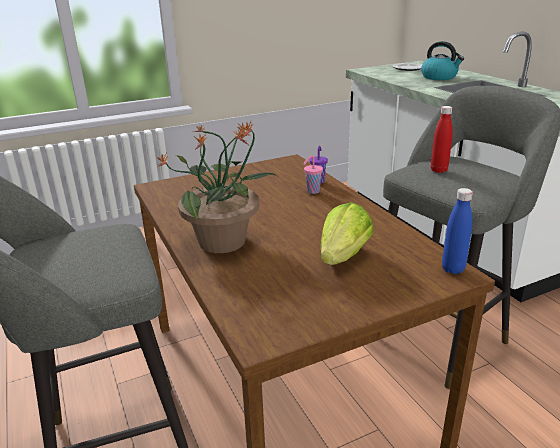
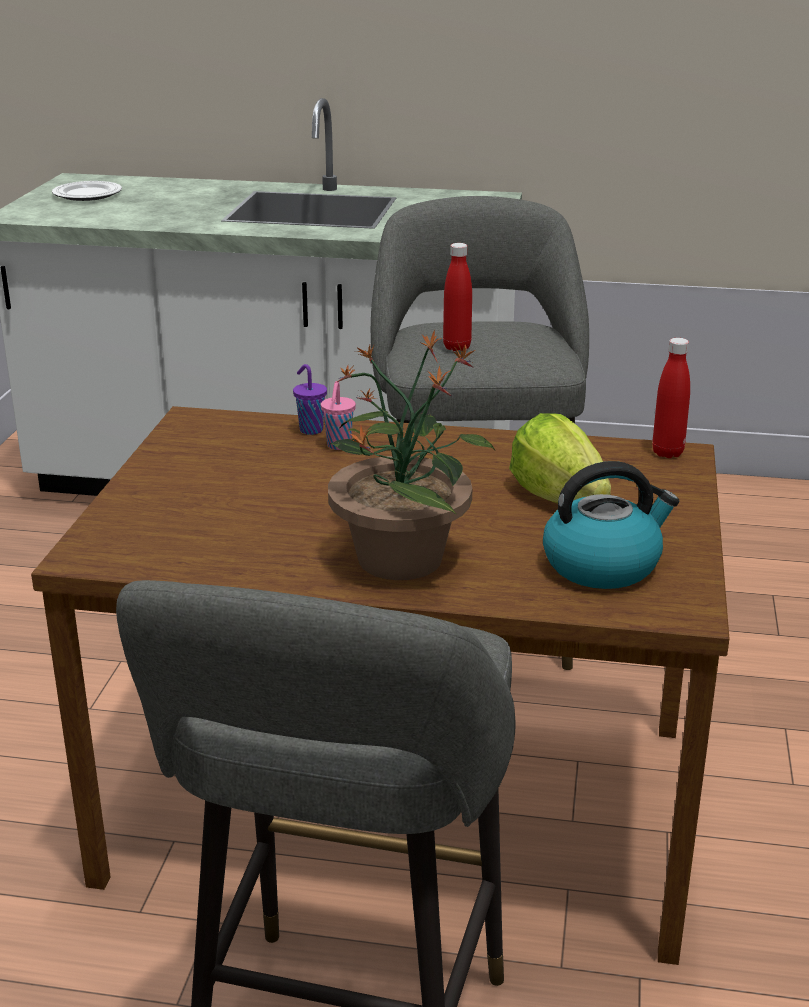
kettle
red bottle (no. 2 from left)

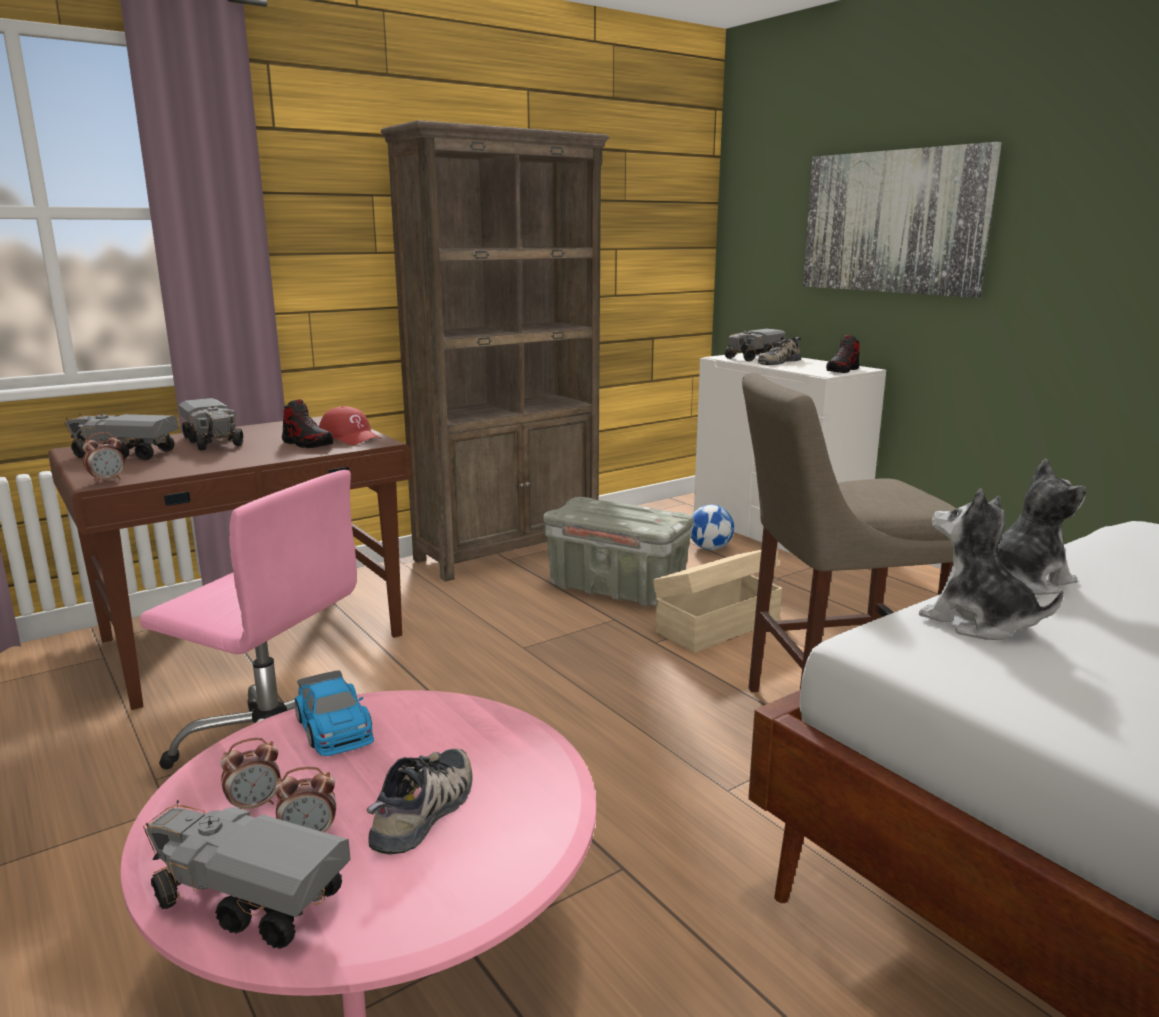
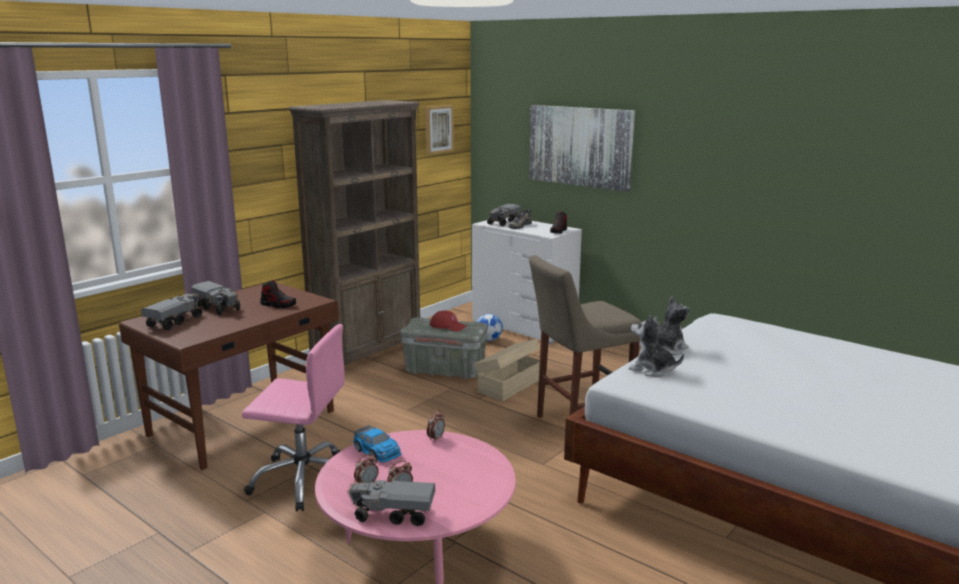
toy truck (no. 1 from left)
picture (no. 1 from left)
alarm clock (no. 3 from left)
red cap
shoe (no. 2 from left in the first image)

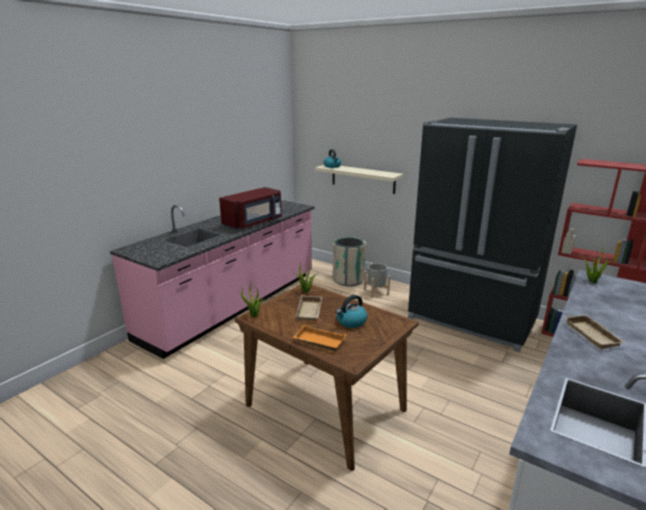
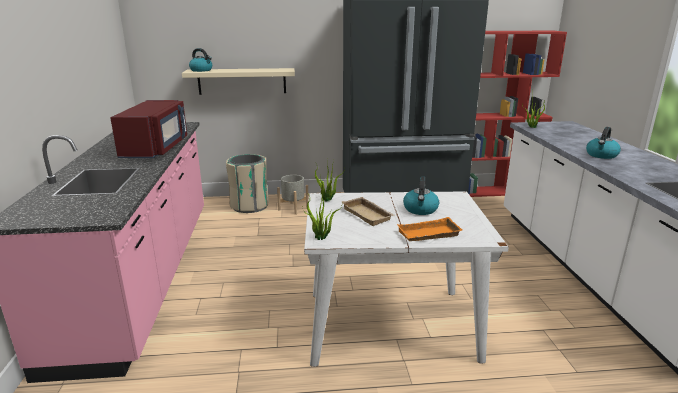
white dining table
kettle (no. 3 from left)

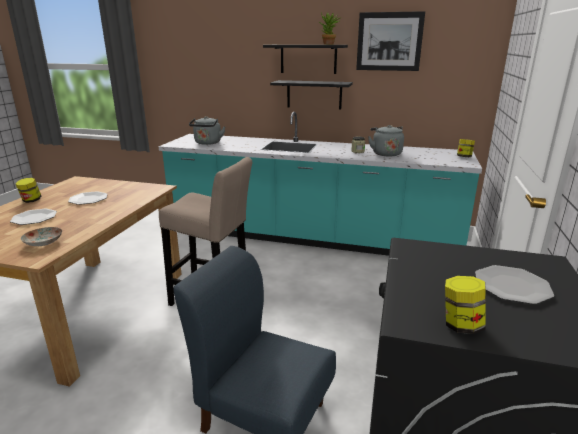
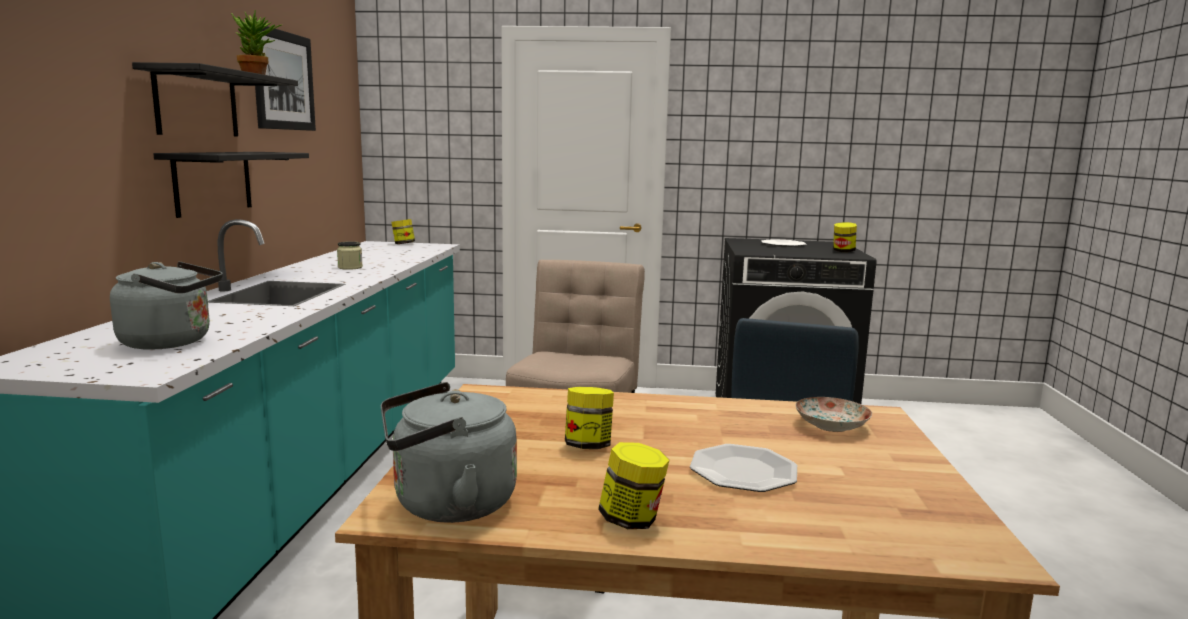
grey kettle (no. 2 from left)
jar (no. 3 from left)

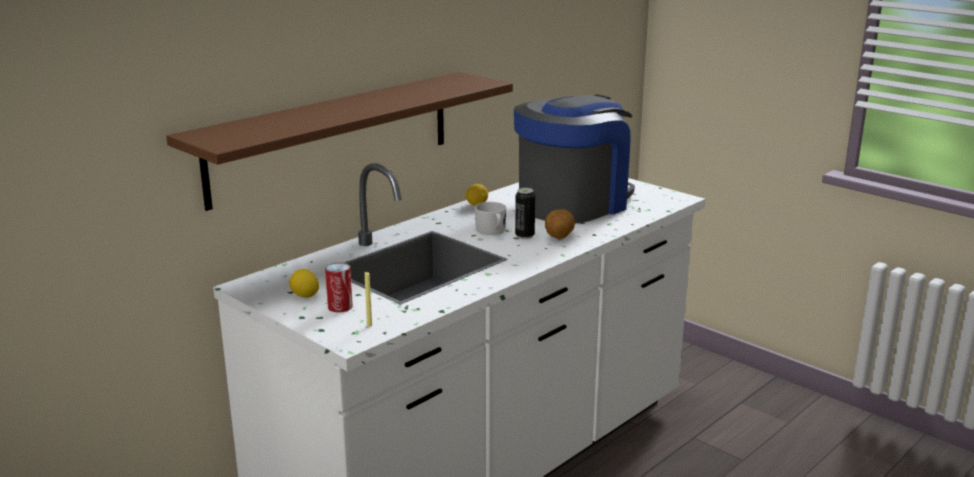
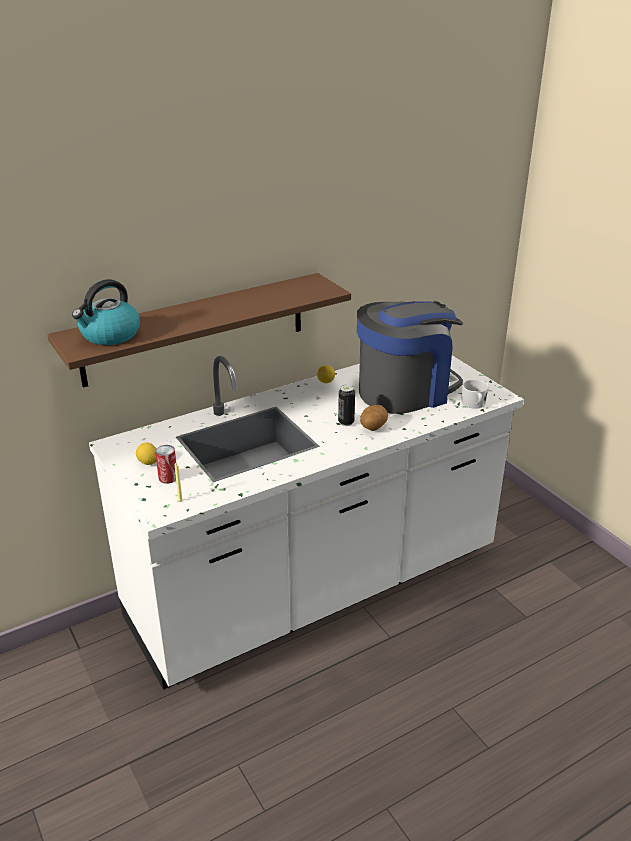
kettle
white mug

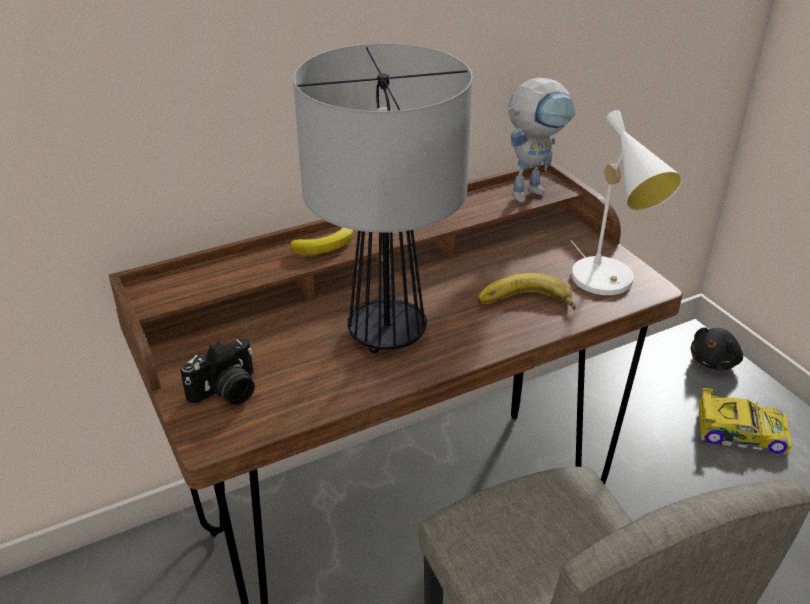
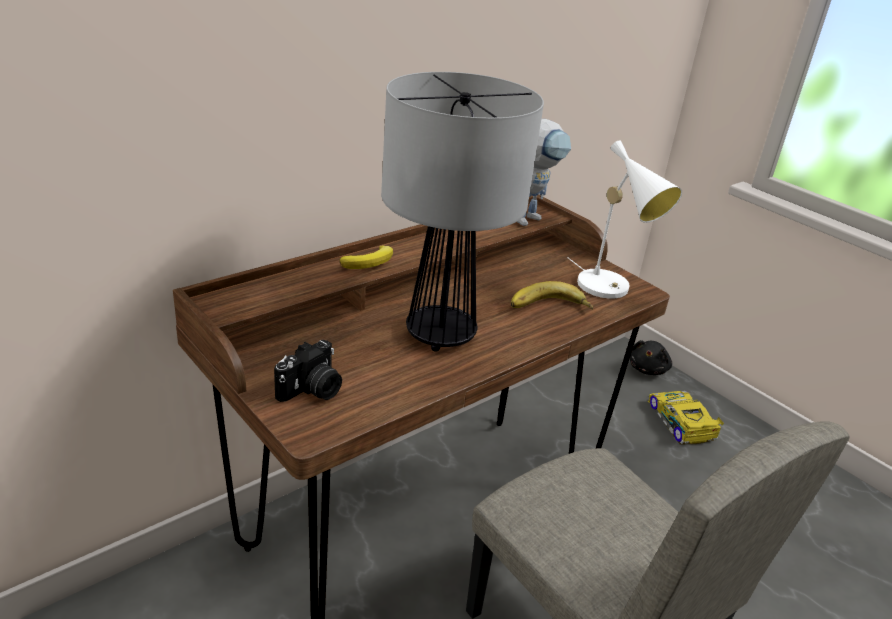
toy car

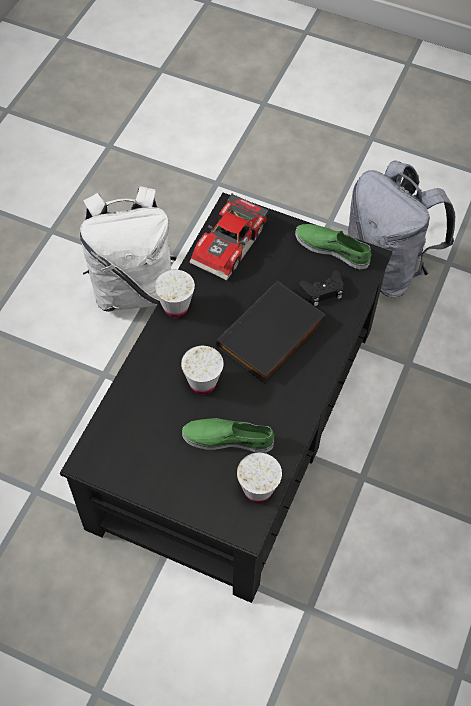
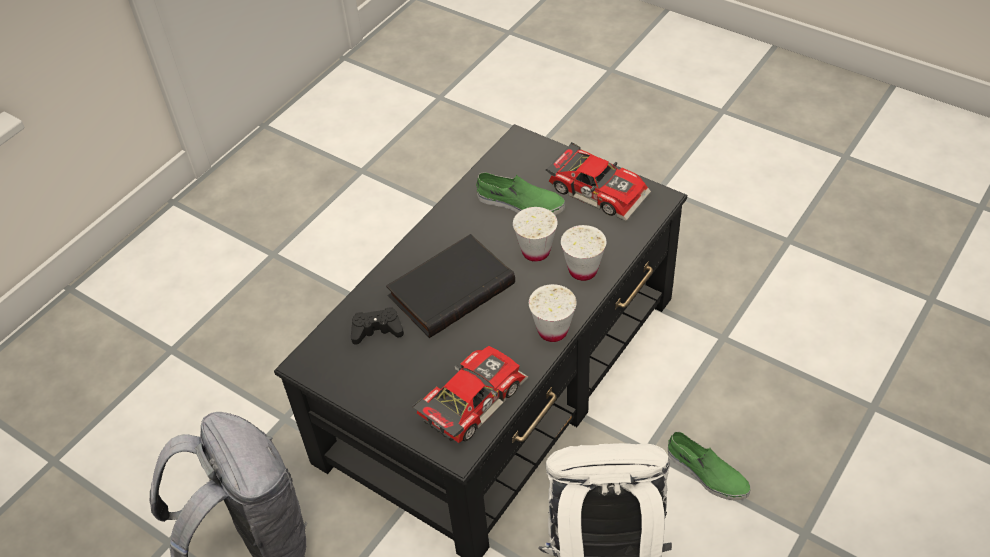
toy car (no. 2 from left)
white cup (no. 3 from left)
green shoe (no. 2 from left)

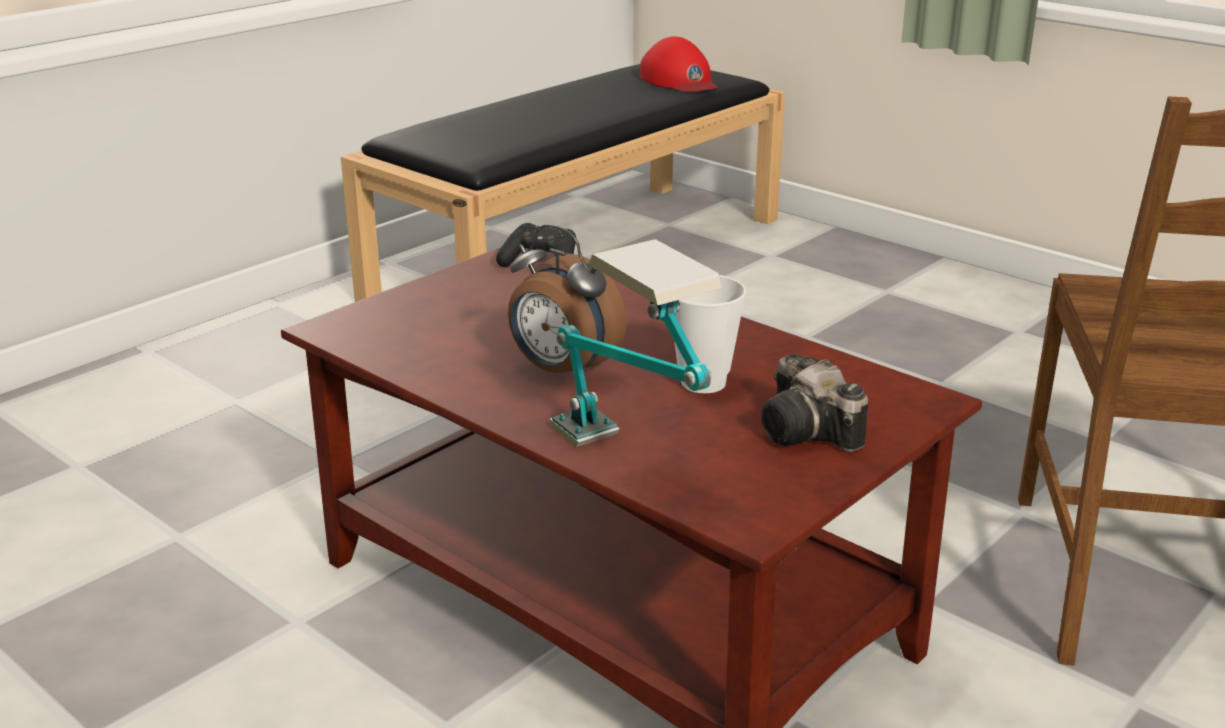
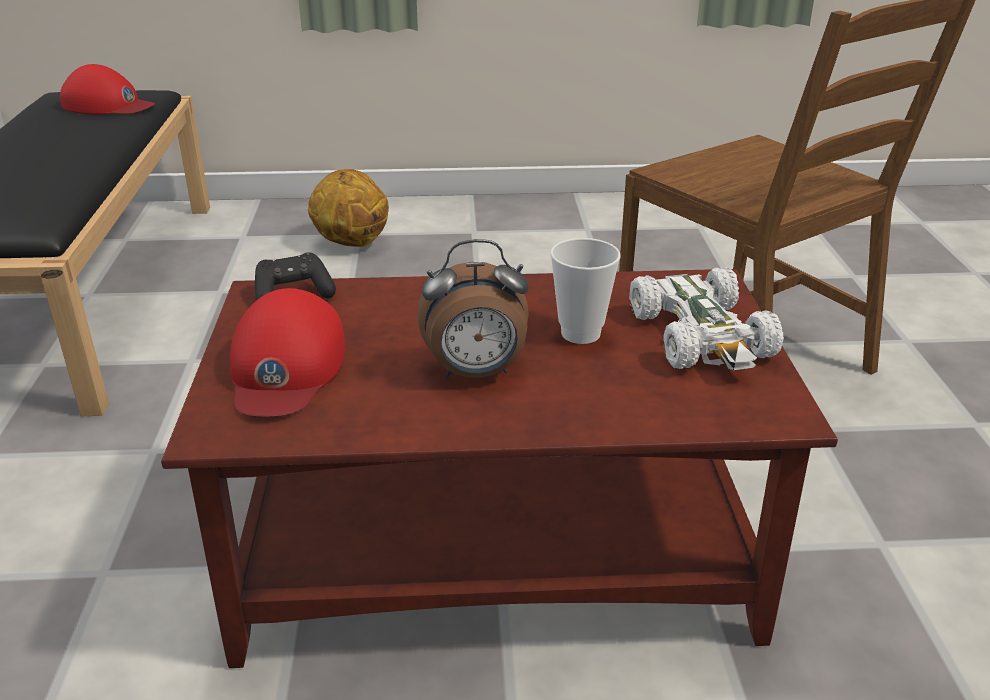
red cap (no. 2 from left)
basketball
white toy car
table lamp

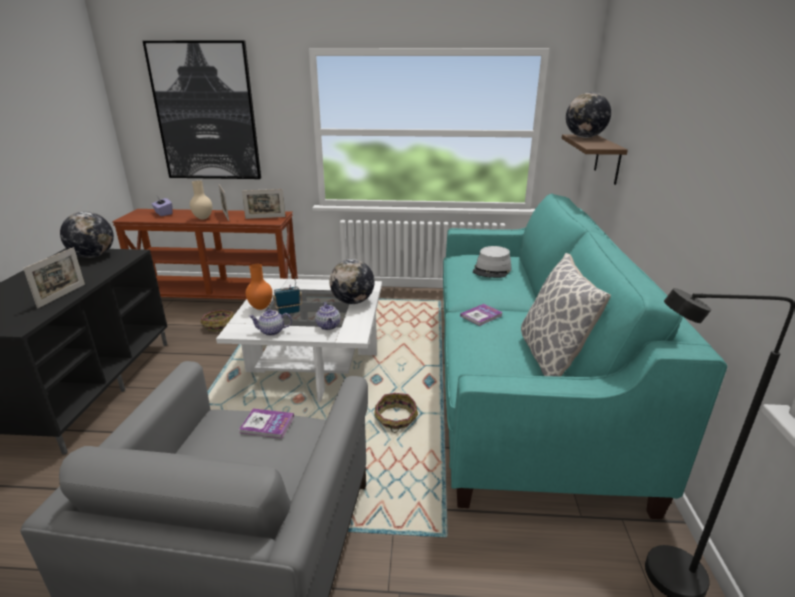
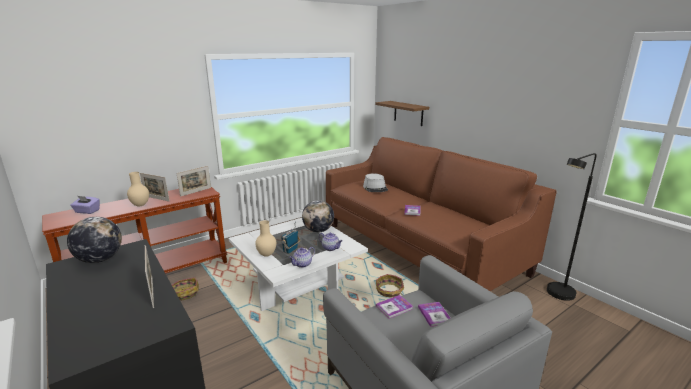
beige vase (no. 2 from left)
brown sofa
book (no. 3 from left)
picture
pillow
globe (no. 3 from left in the first image)

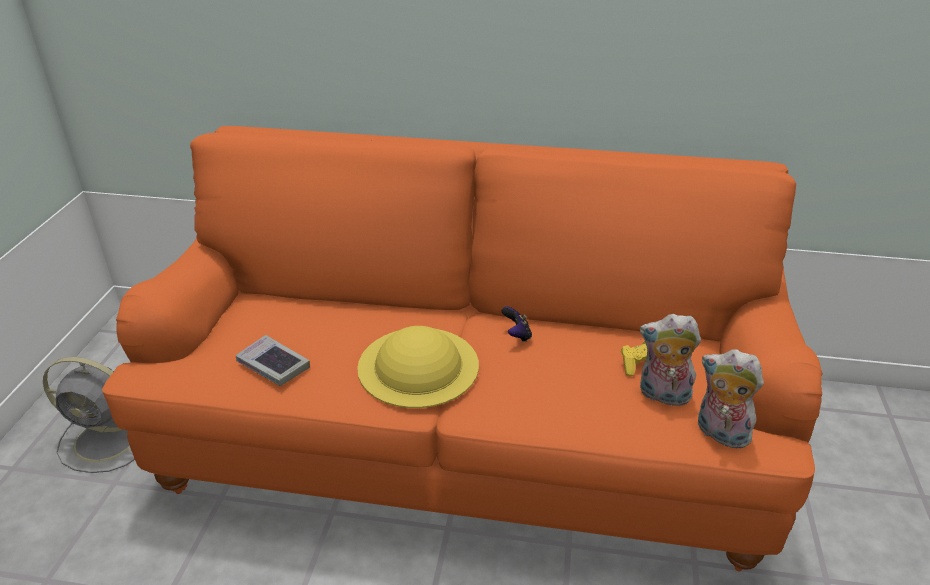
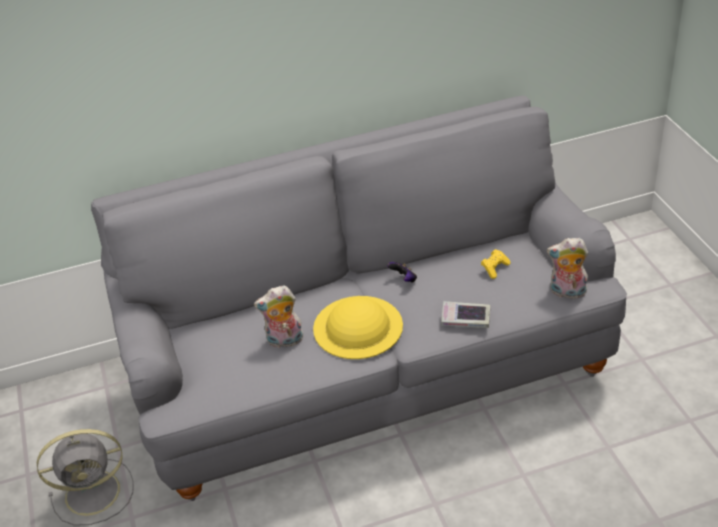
grey sofa
plush toy (no. 1 from left)
book

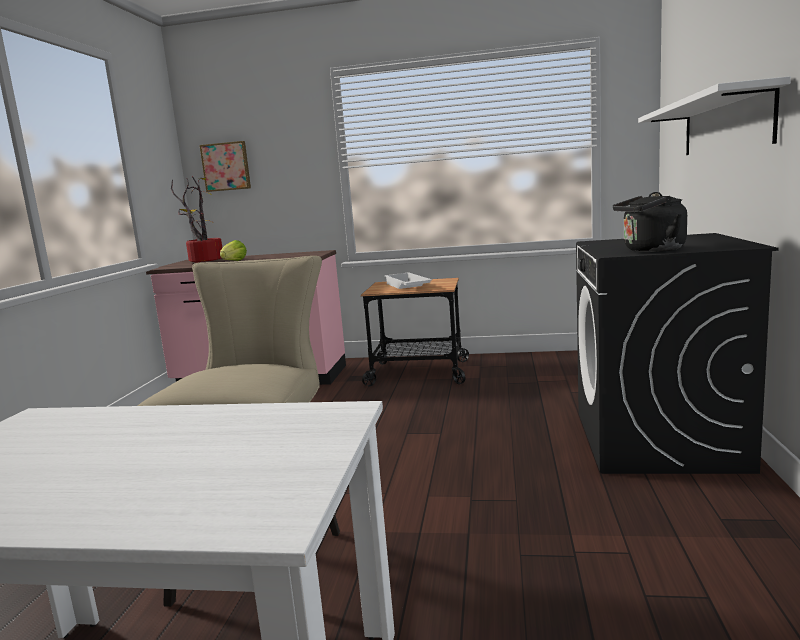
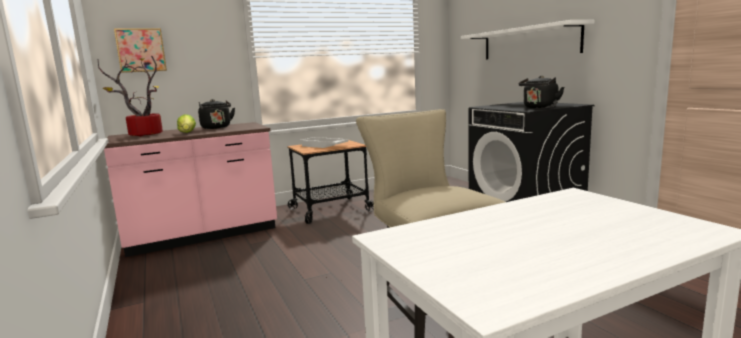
black kettle (no. 1 from left)

